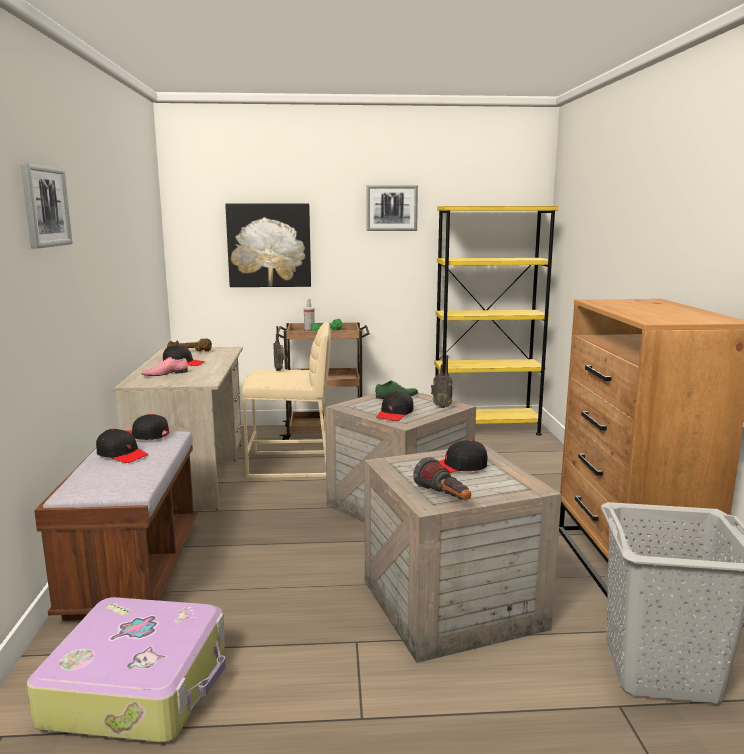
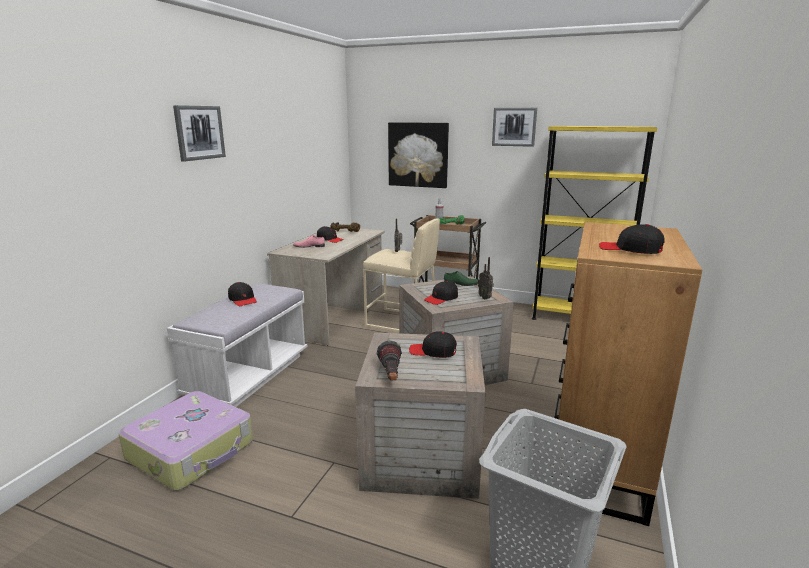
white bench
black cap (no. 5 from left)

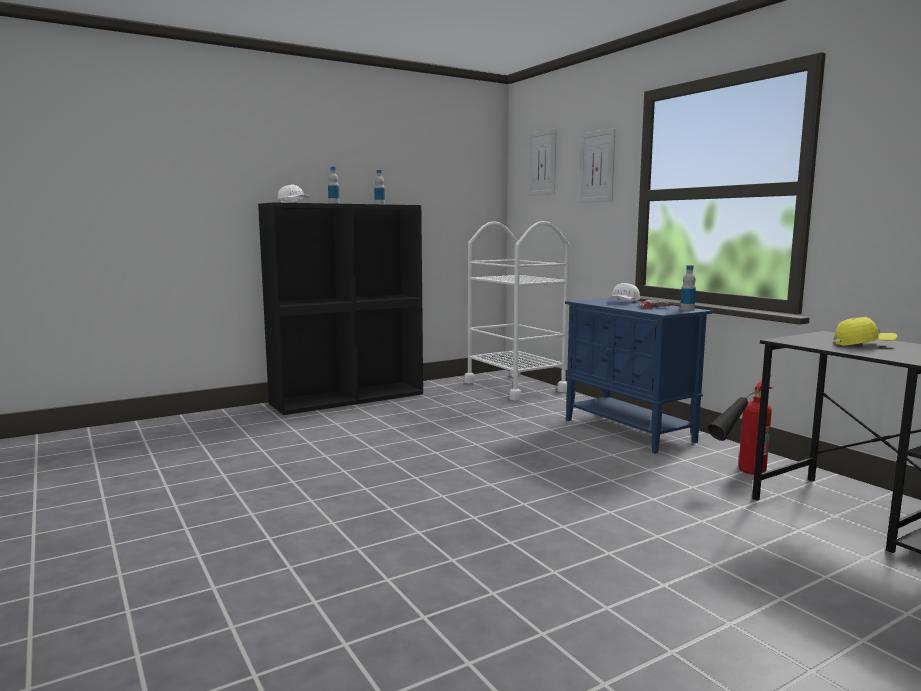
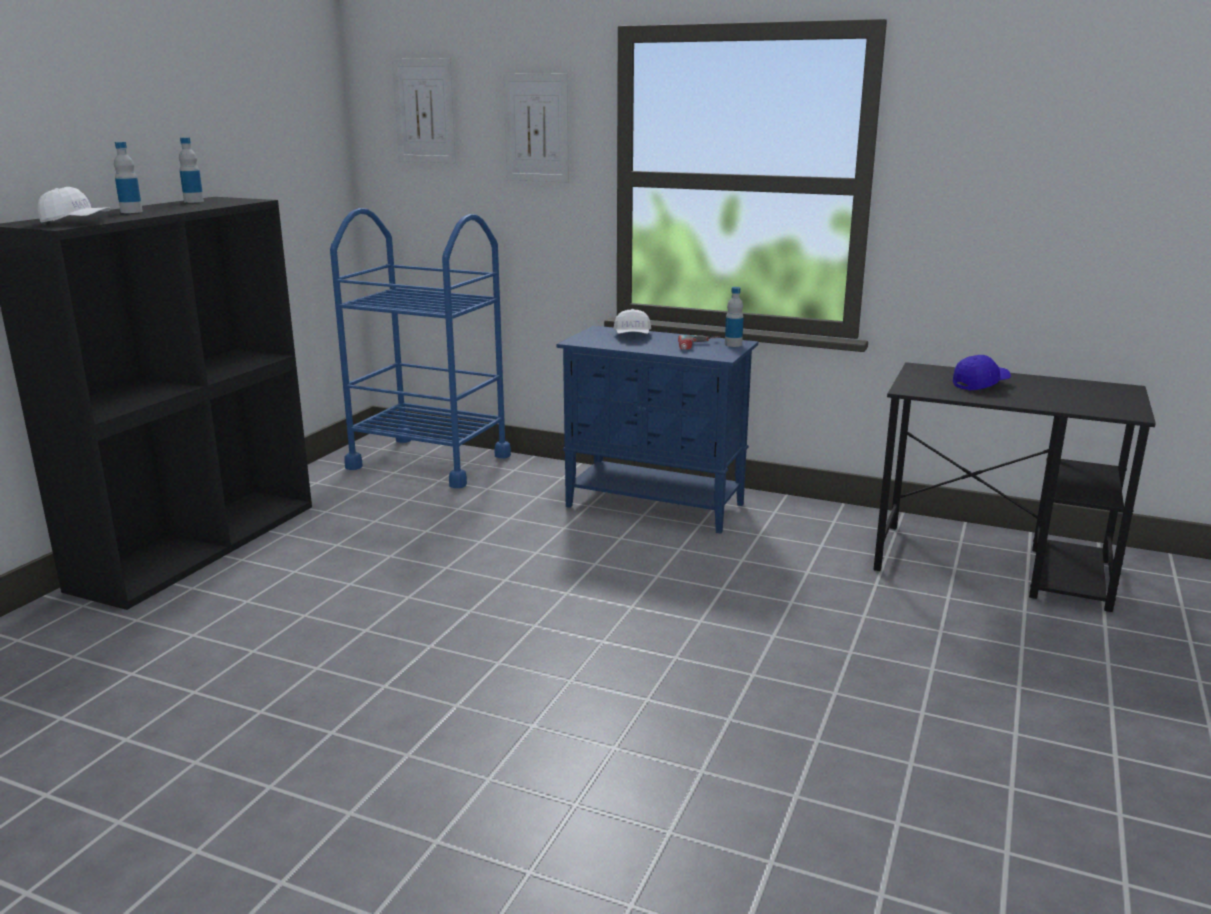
blue cart
blue cap
fire extinguisher

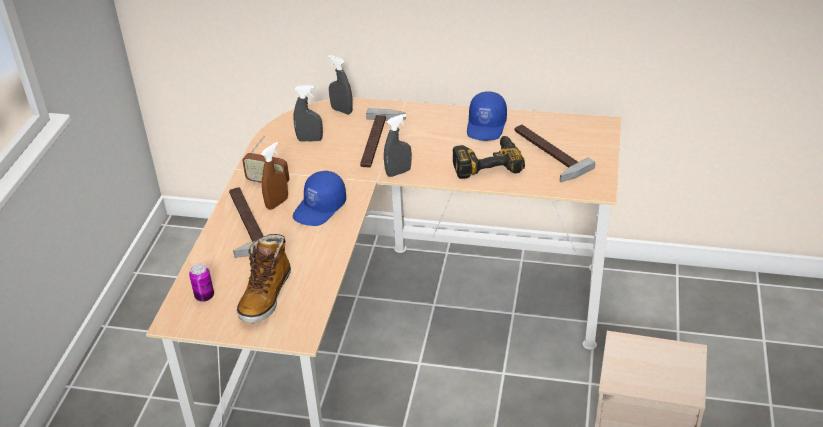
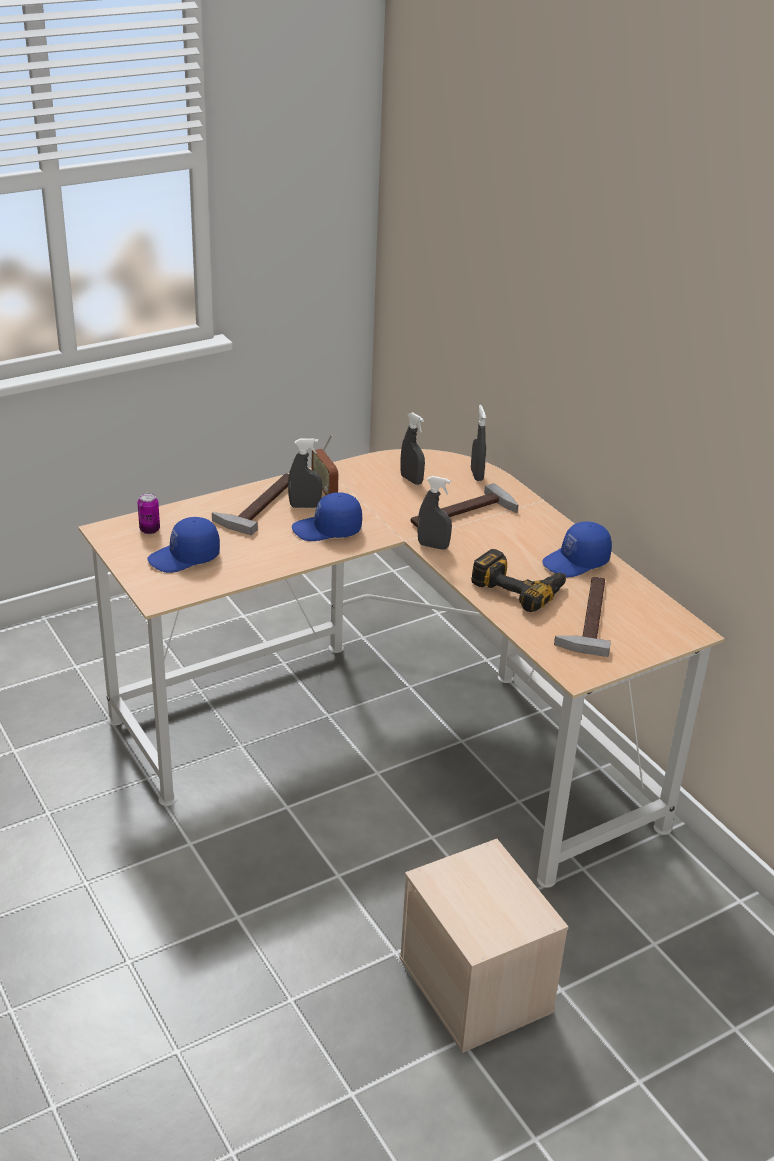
blue cap (no. 1 from left)
grey spray bottle (no. 1 from left)

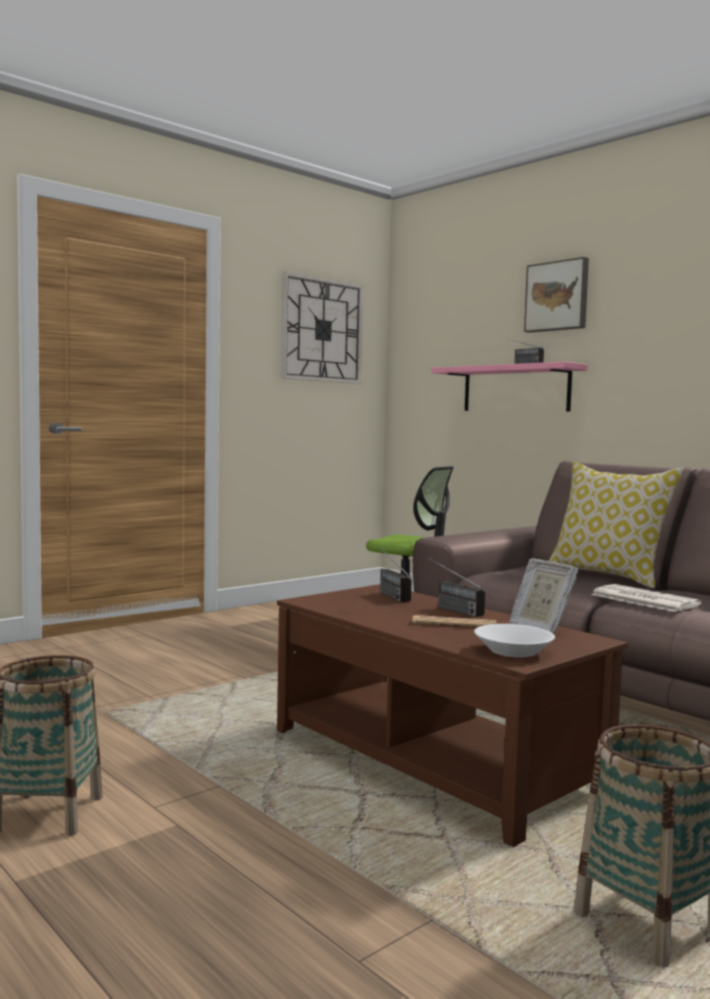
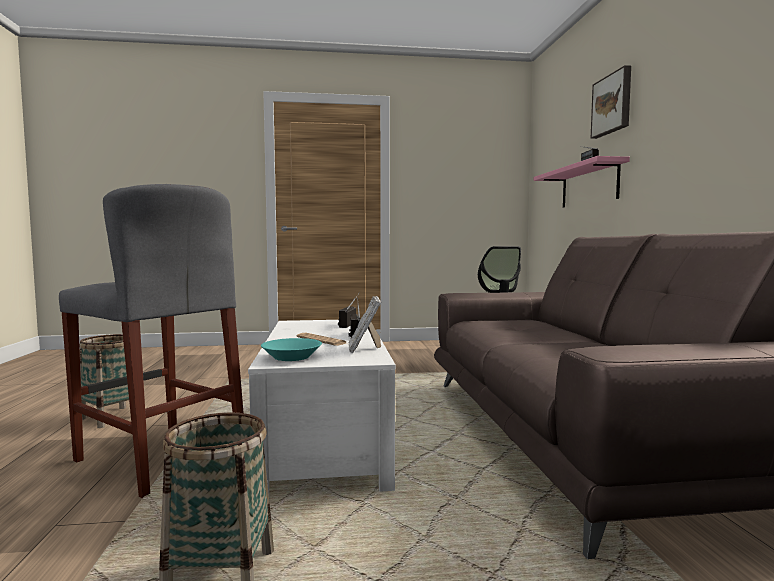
grey stool
white coffee table
turquoise bowl
wall clock
pillow
newspaper (no. 2 from left in the first image)

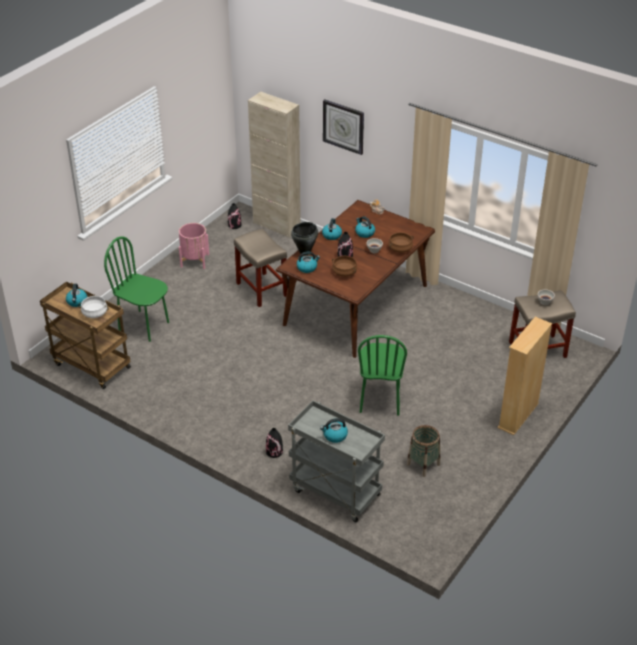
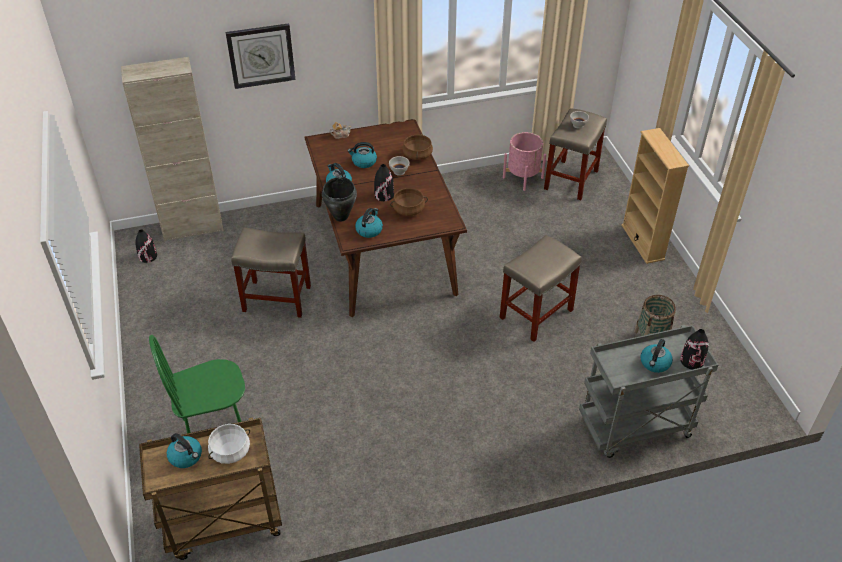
beige stool (no. 2 from left)
pink planter
black vase (no. 3 from left)

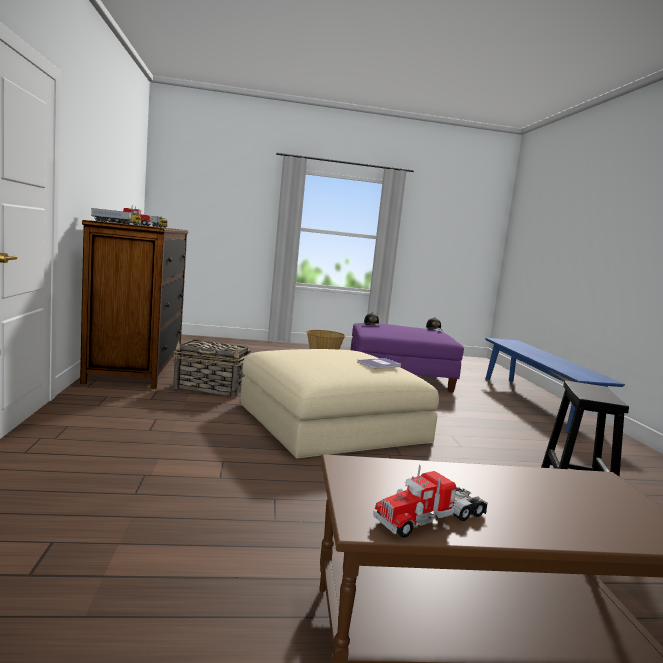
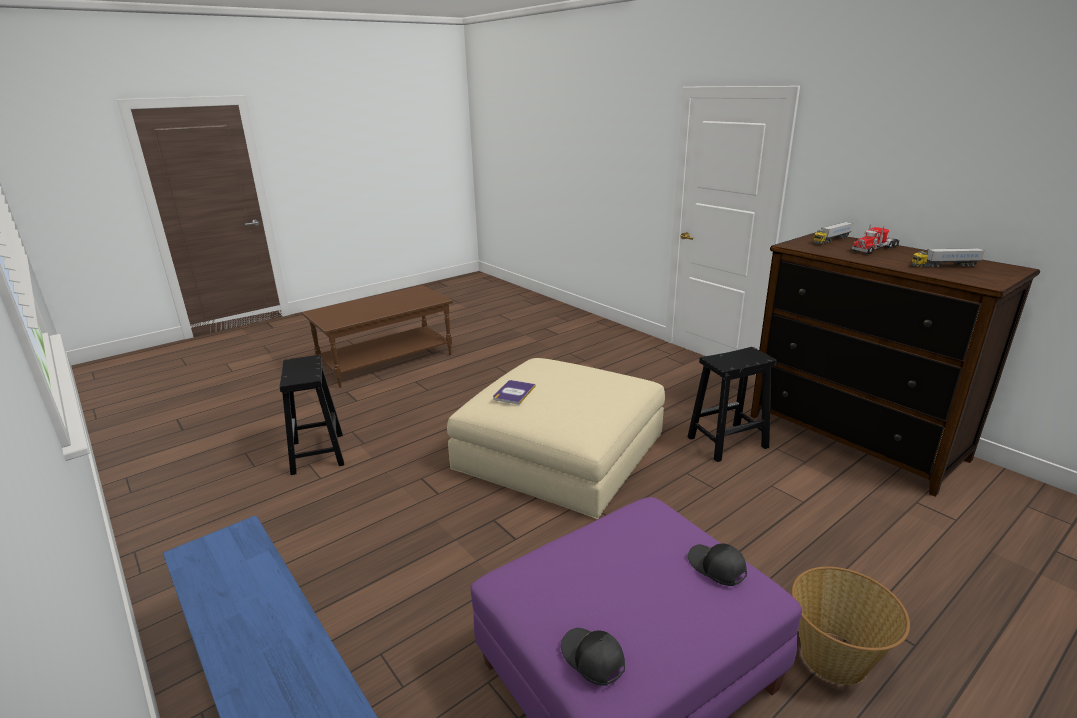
black stool (no. 2 from left)
toy truck (no. 4 from left in the first image)

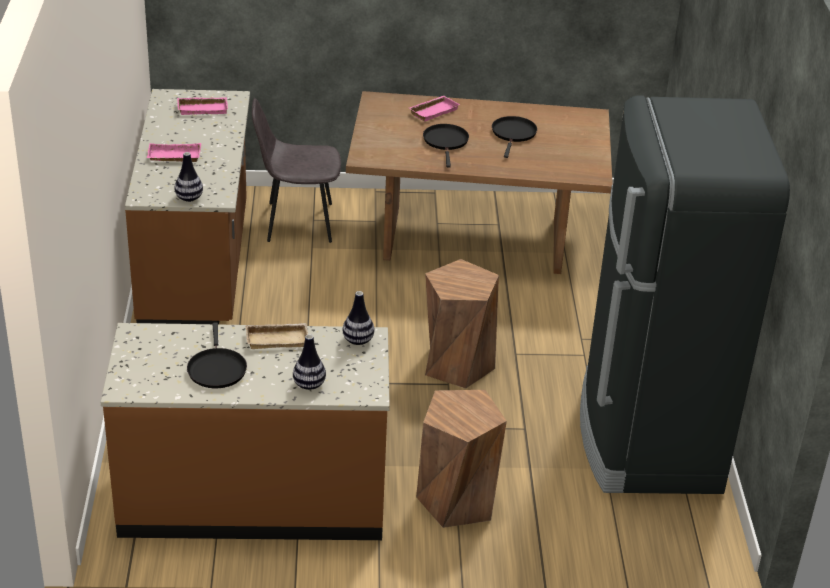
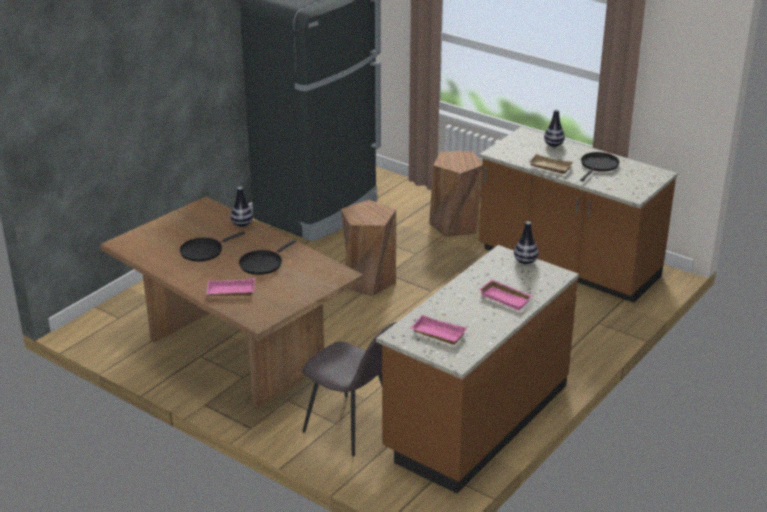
vase (no. 1 from left)

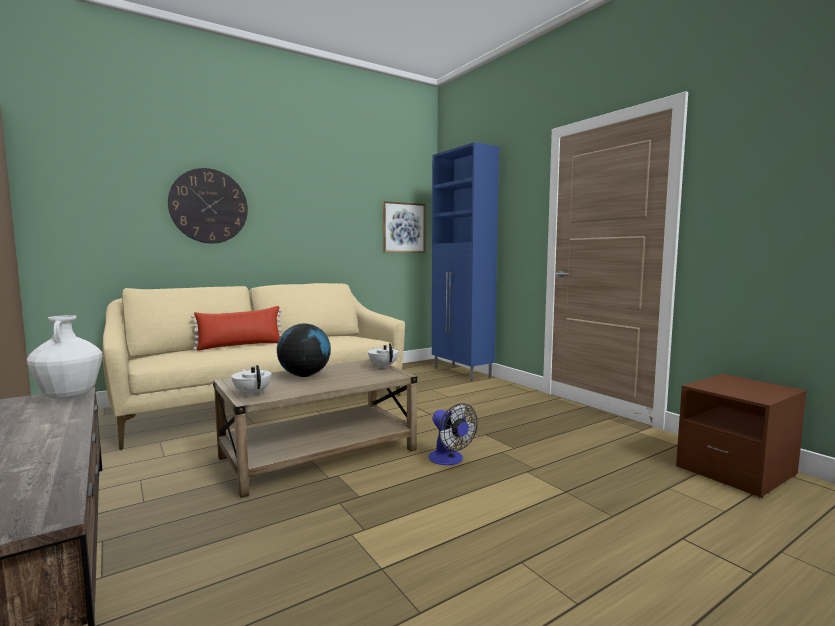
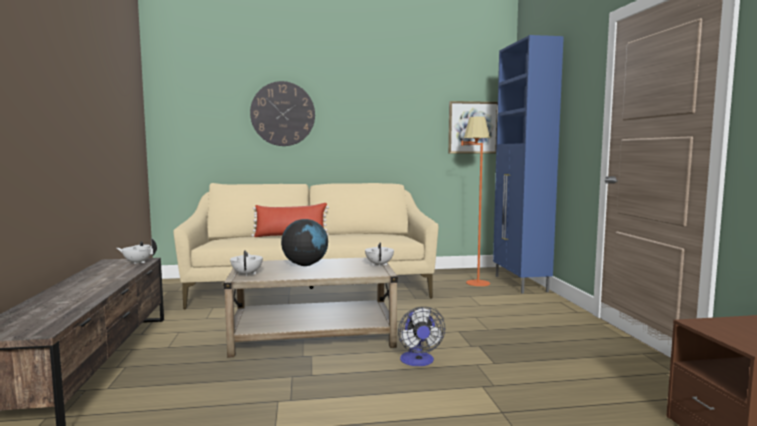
white teapot (no. 1 from left)
orange floor lamp

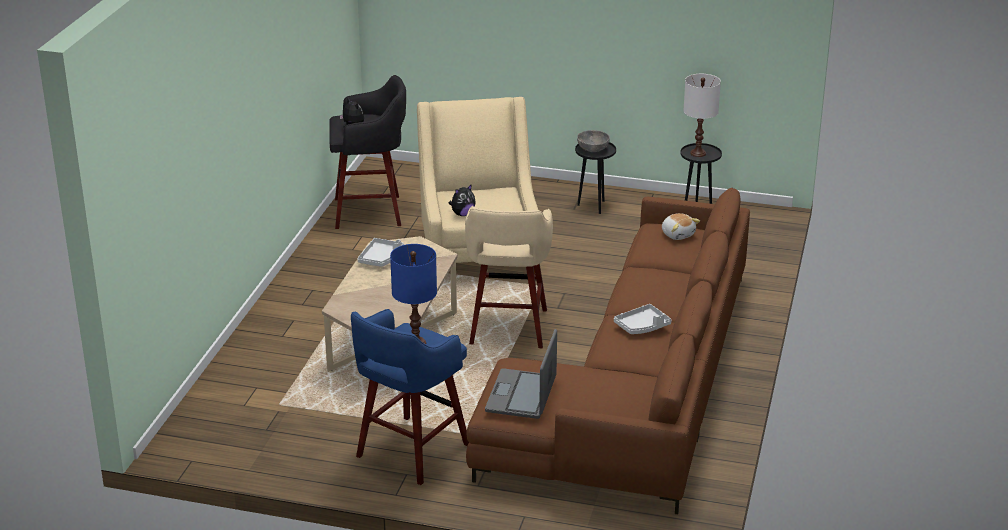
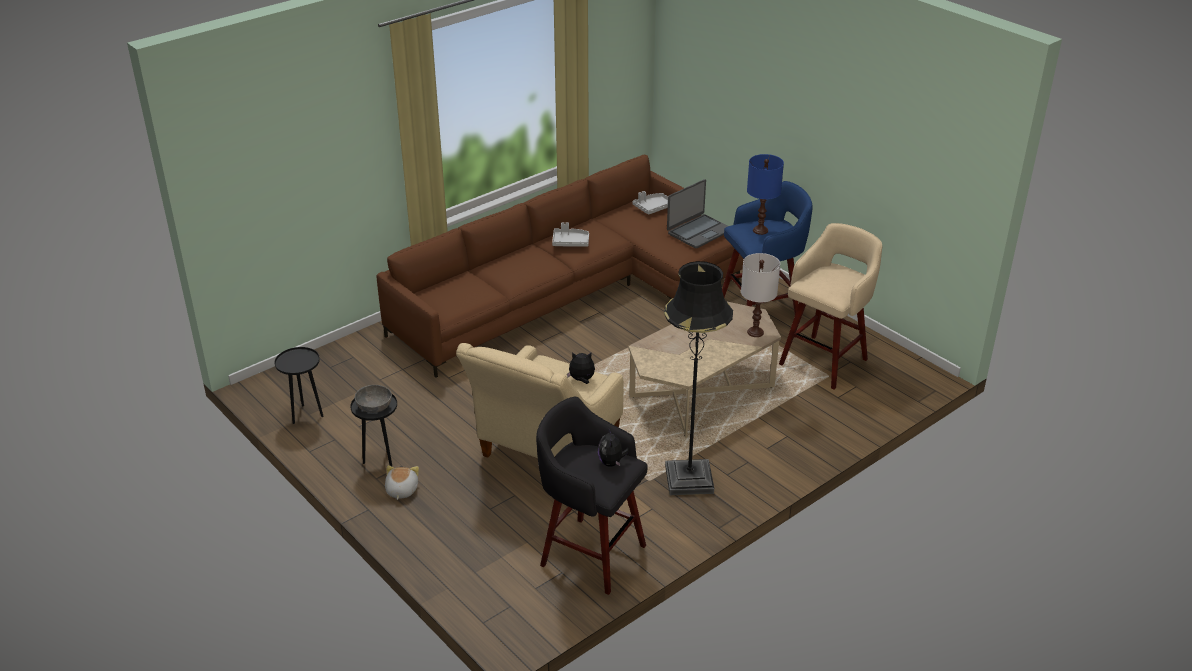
plush toy (no. 1 from left)
grey tray (no. 2 from left)
black floor lamp
white table lamp
beige stool

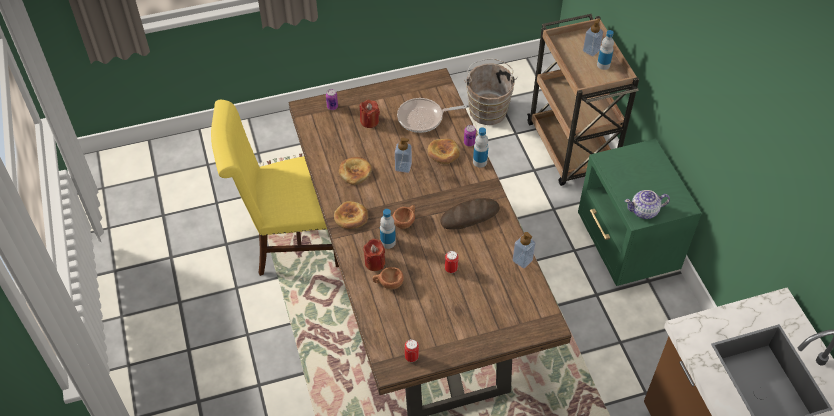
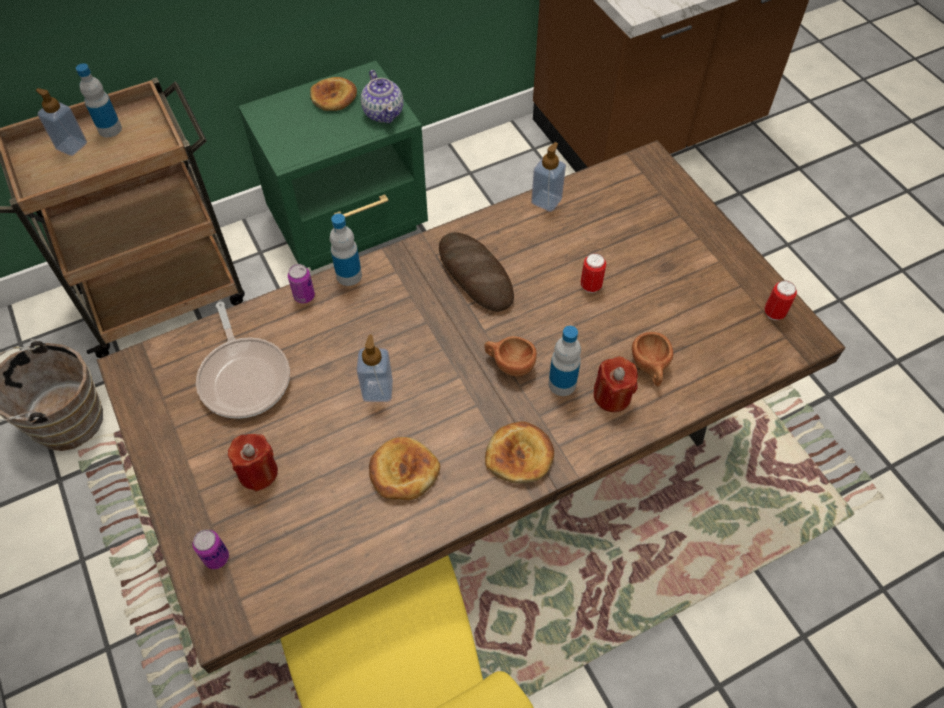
bread (no. 1 from left)

